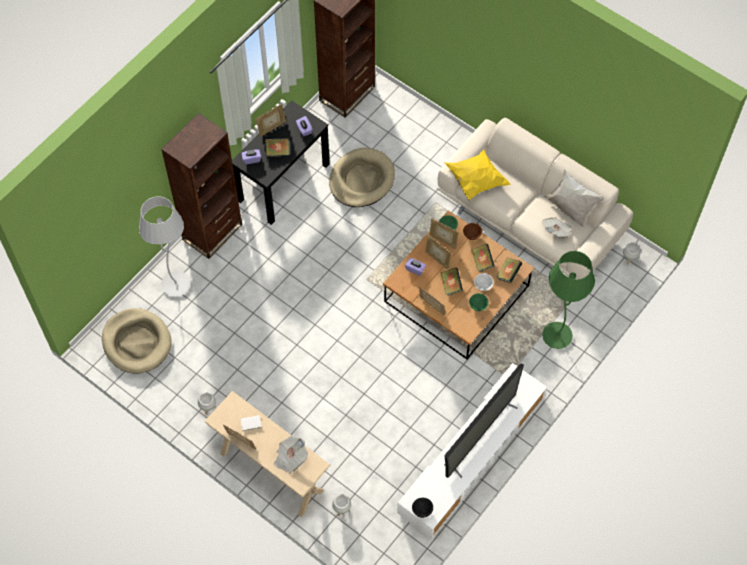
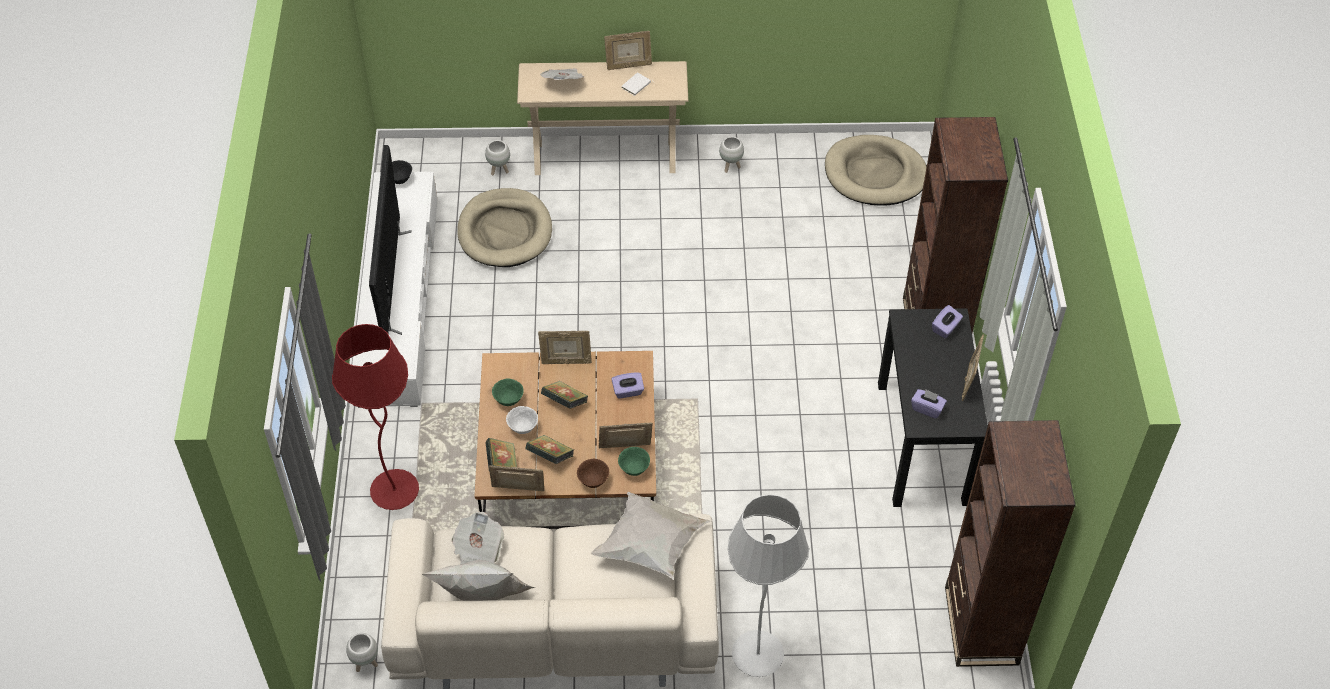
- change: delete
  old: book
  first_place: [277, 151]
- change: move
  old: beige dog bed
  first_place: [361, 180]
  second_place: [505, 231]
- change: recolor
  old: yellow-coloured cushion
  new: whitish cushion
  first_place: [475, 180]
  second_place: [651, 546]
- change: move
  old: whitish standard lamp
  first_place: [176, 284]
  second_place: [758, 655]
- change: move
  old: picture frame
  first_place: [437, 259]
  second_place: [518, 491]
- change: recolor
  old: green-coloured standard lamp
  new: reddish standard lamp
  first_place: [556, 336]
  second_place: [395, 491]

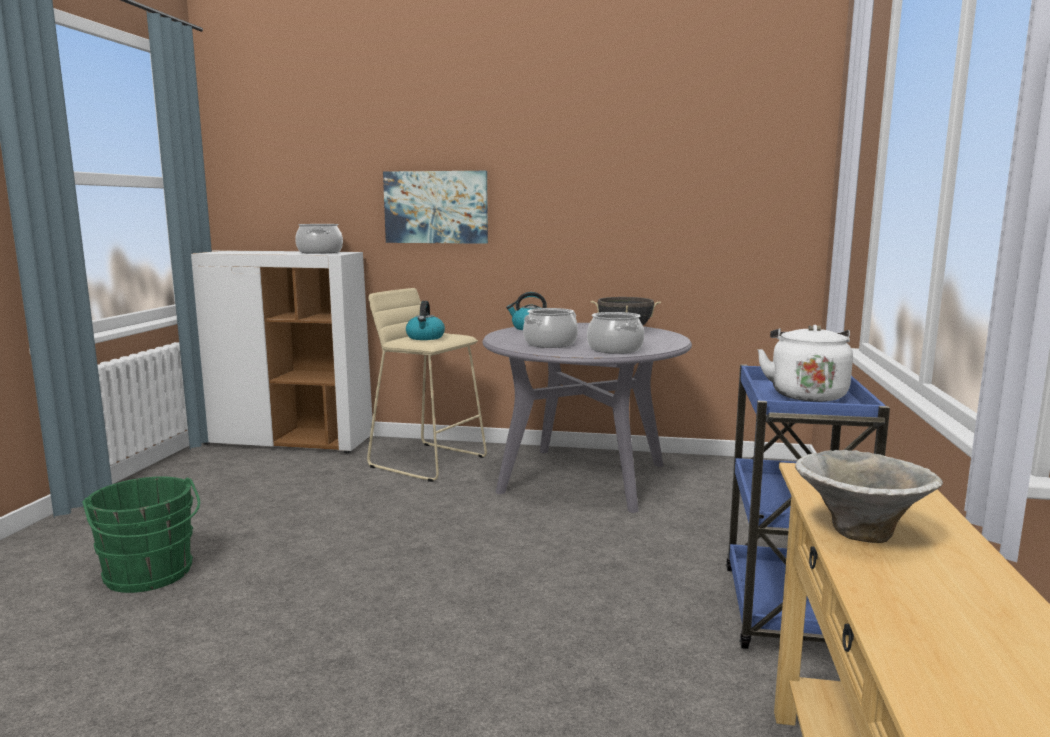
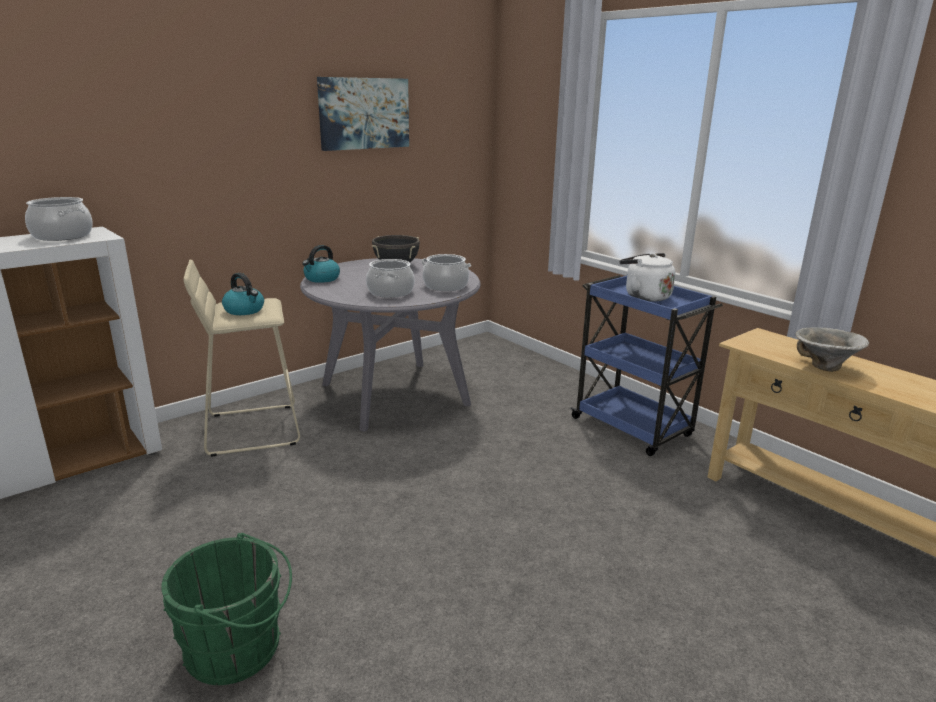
- change: move
  old: wall art
  first_place: [436, 207]
  second_place: [364, 113]

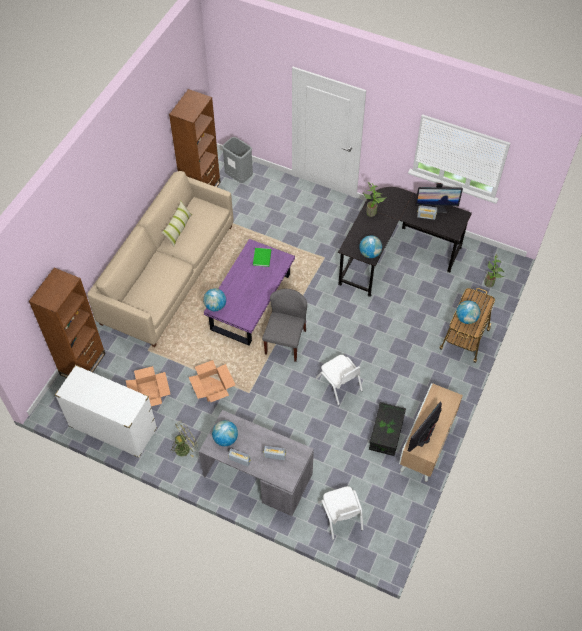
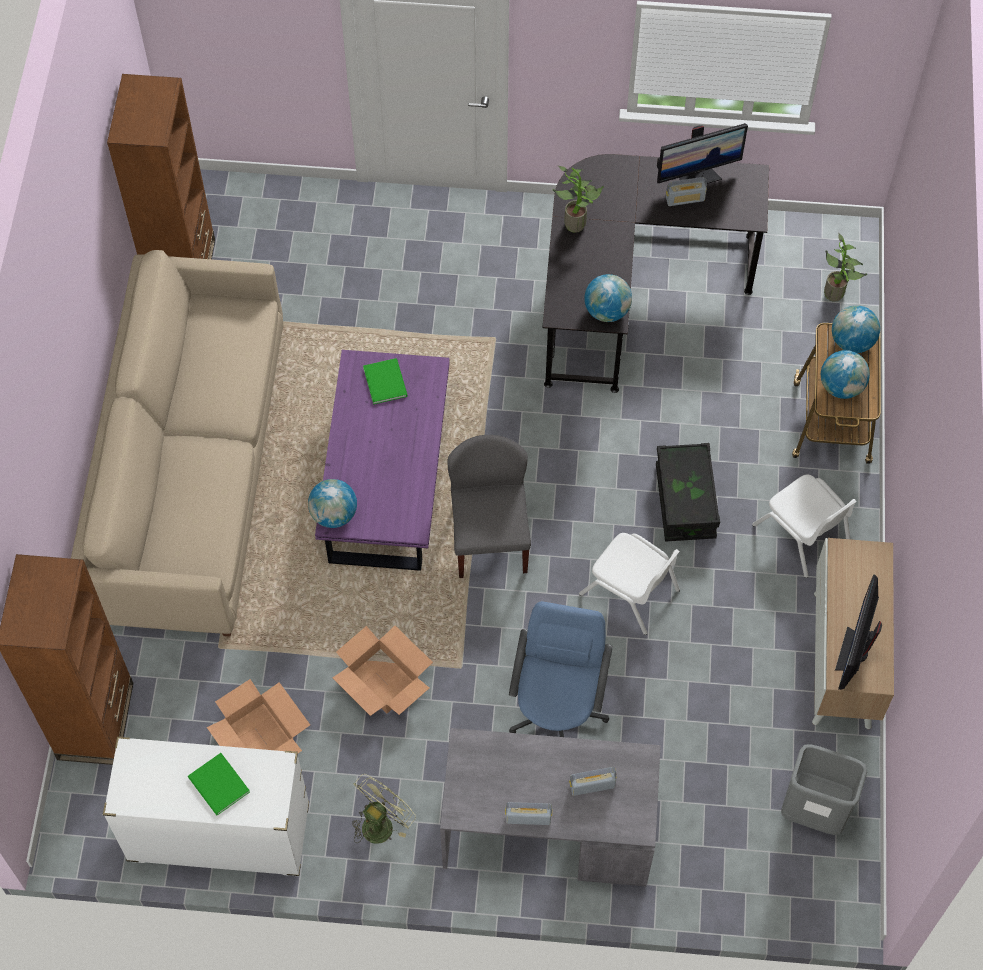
- change: move
  old: gray waste bin
  first_place: [239, 177]
  second_place: [813, 812]
- change: delete
  old: cushion
  first_place: [178, 229]
- change: move
  old: black-coloured storage box
  first_place: [386, 433]
  second_place: [685, 502]
- change: move
  old: globe
  first_place: [225, 438]
  second_place: [852, 342]
- change: move
  old: whitish upright chair
  first_place: [340, 516]
  second_place: [802, 535]
- change: insert
  new: bluish desk chair
  second_place: [558, 710]
- change: insert
  new: green-coloured book
  second_place: [218, 787]

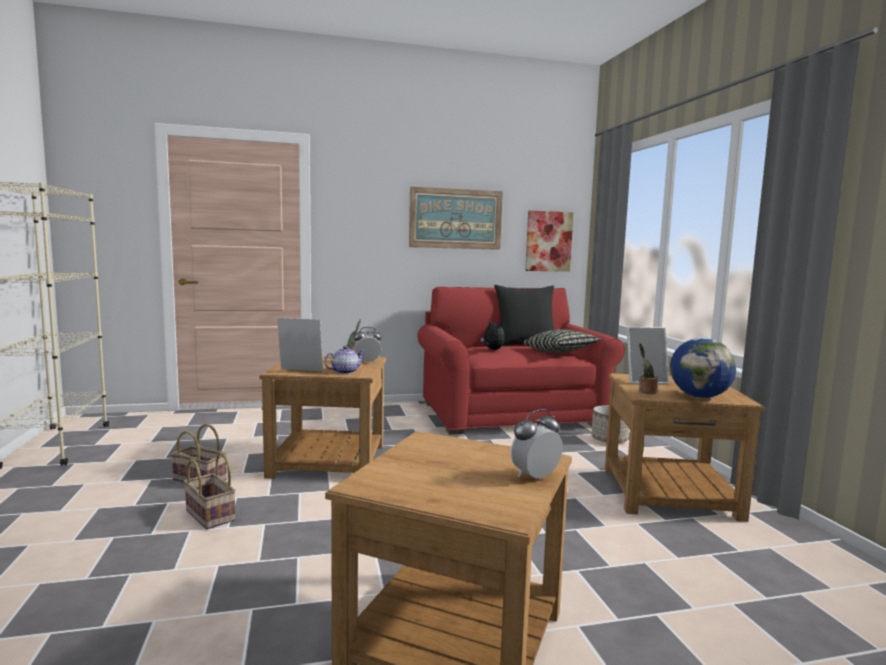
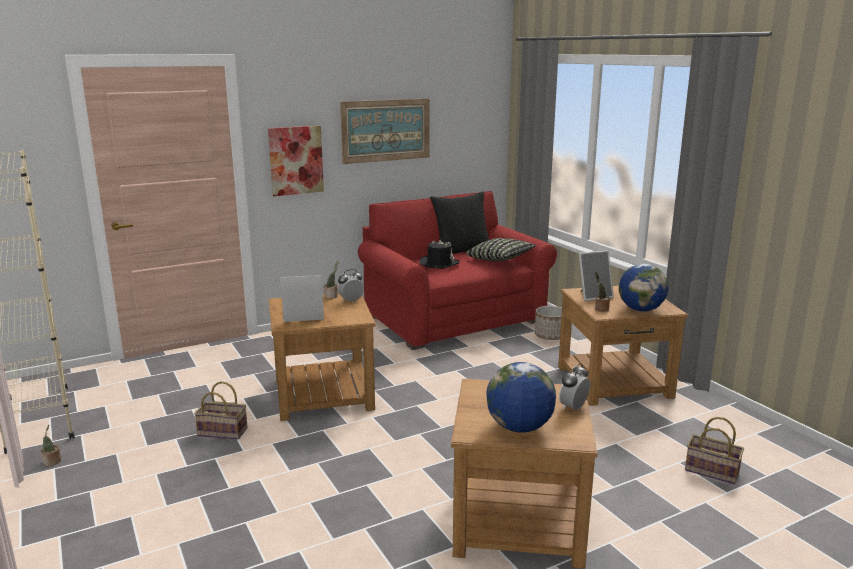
- change: move
  old: wall art
  first_place: [548, 241]
  second_place: [296, 160]
- change: replace
  old: soft toy
  new: black-coloured wearable hat
  first_place: [492, 350]
  second_place: [439, 264]
- change: delete
  old: pot for tea
  first_place: [344, 372]
- change: move
  old: storage basket
  first_place: [208, 515]
  second_place: [710, 471]
- change: insert
  new: globe
  second_place: [519, 428]
- change: insert
  new: houseplant
  second_place: [52, 462]

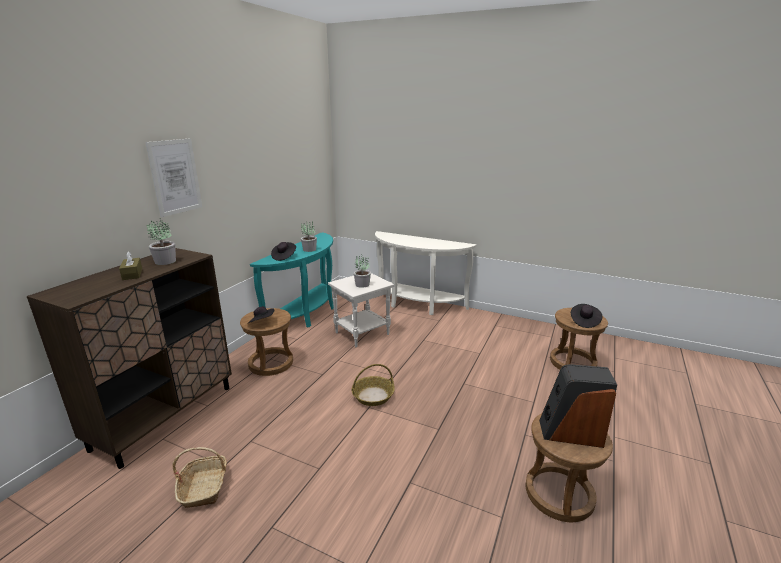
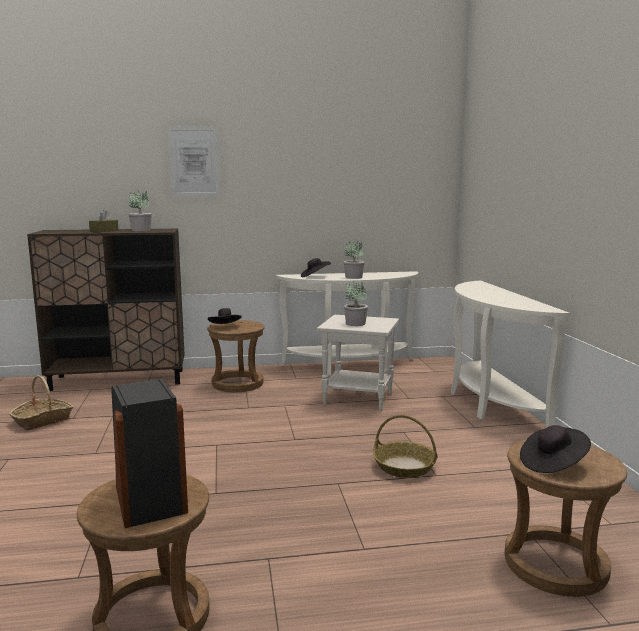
- change: recolor
  old: turquoise-coloured console table
  new: whitish console table
  first_place: [307, 314]
  second_place: [351, 367]
- change: move
  old: storage basket
  first_place: [373, 395]
  second_place: [404, 467]

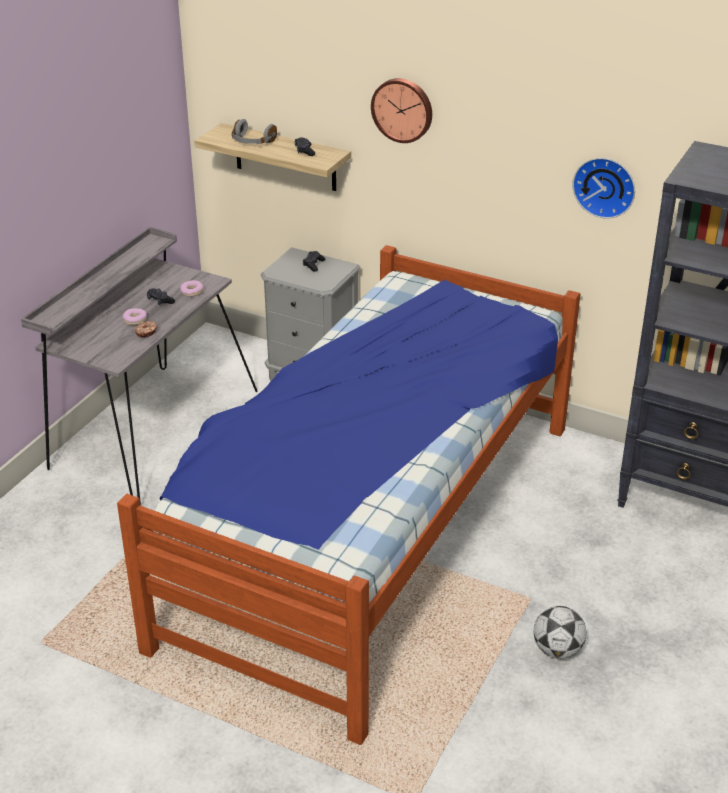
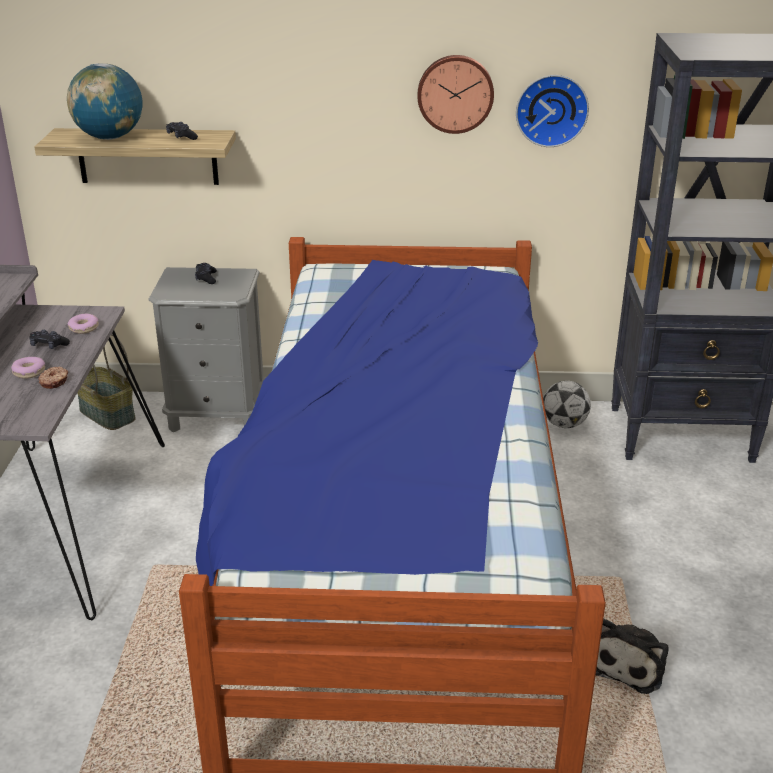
- change: move
  old: wall clock
  first_place: [403, 109]
  second_place: [455, 93]
- change: replace
  old: gray headset
  new: globe
  first_place: [252, 142]
  second_place: [110, 138]
- change: move
  old: football
  first_place: [557, 650]
  second_place: [564, 424]
- change: insert
  new: storage basket
  second_place: [106, 414]
- change: insert
  new: soft toy
  second_place: [629, 664]

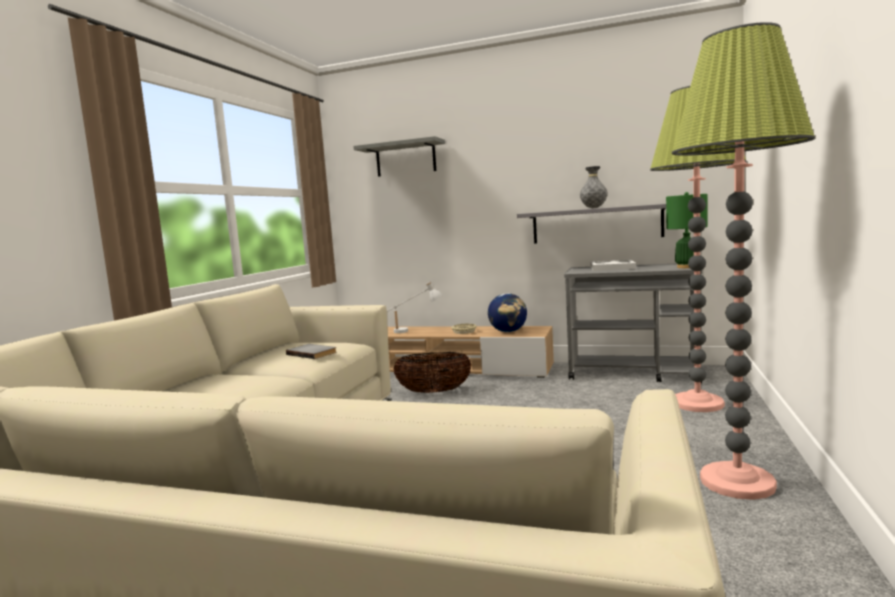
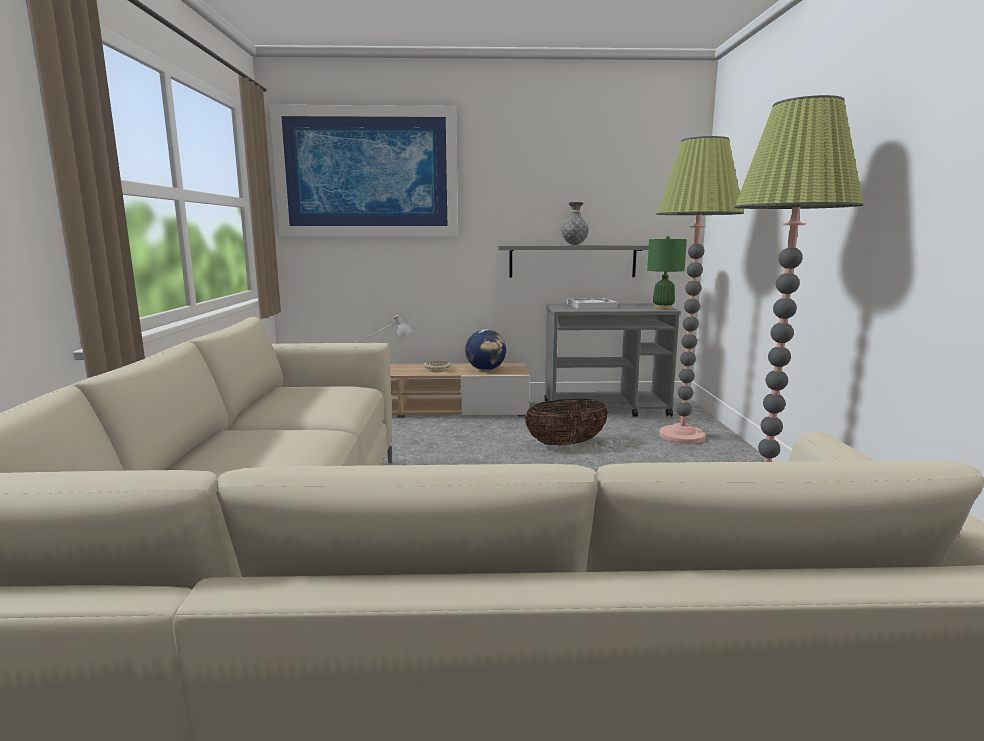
- change: replace
  old: gray wall shelf
  new: wall art
  first_place: [405, 159]
  second_place: [367, 172]
- change: delete
  old: gray book
  first_place: [313, 353]
- change: move
  old: storage basket
  first_place: [434, 392]
  second_place: [566, 444]

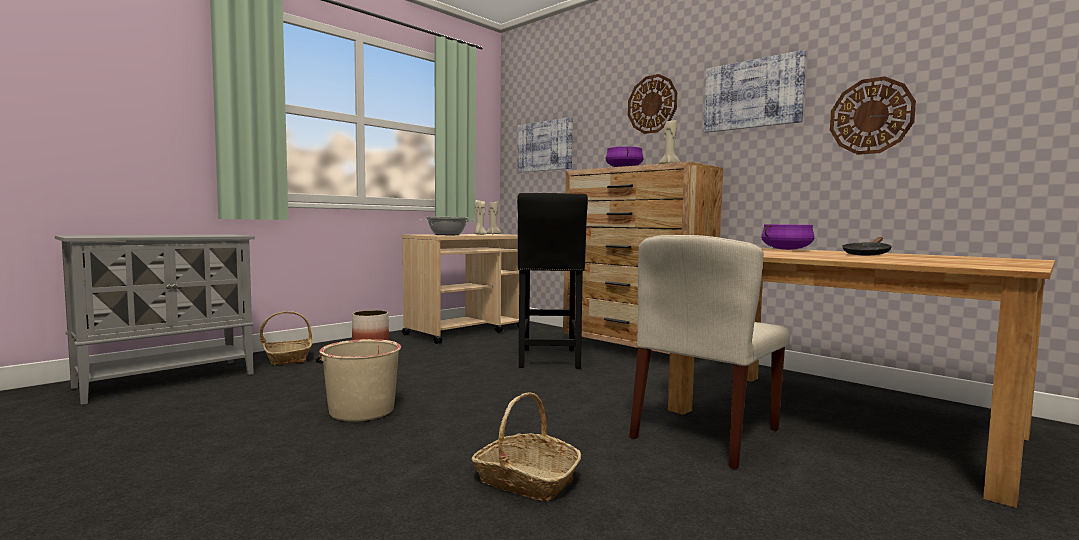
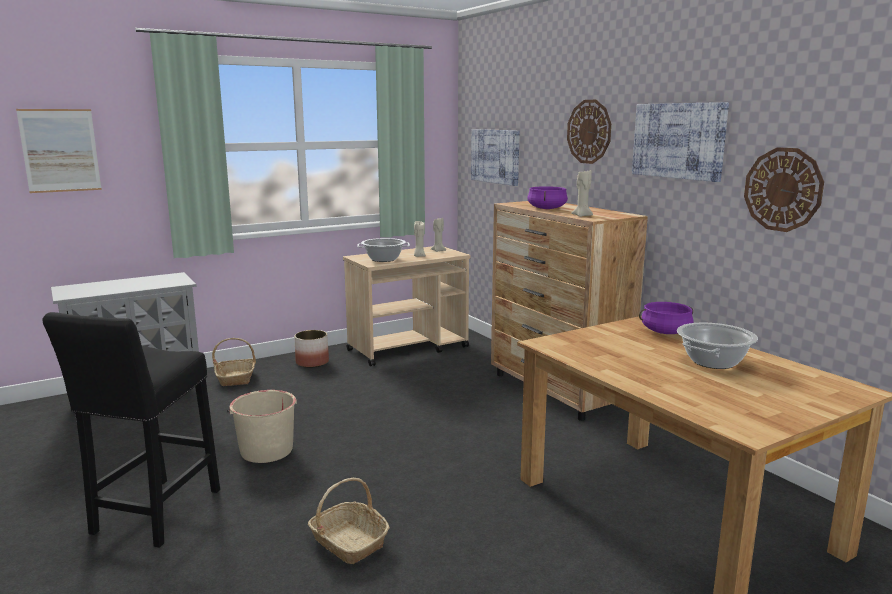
- change: move
  old: black-coloured sitting stool
  first_place: [549, 359]
  second_place: [153, 515]
- change: delete
  old: beige upright chair
  first_place: [706, 434]
- change: replace
  old: black-coloured frying pan
  new: saucepot
  first_place: [867, 254]
  second_place: [713, 361]
- change: insert
  new: wall art
  second_place: [60, 150]

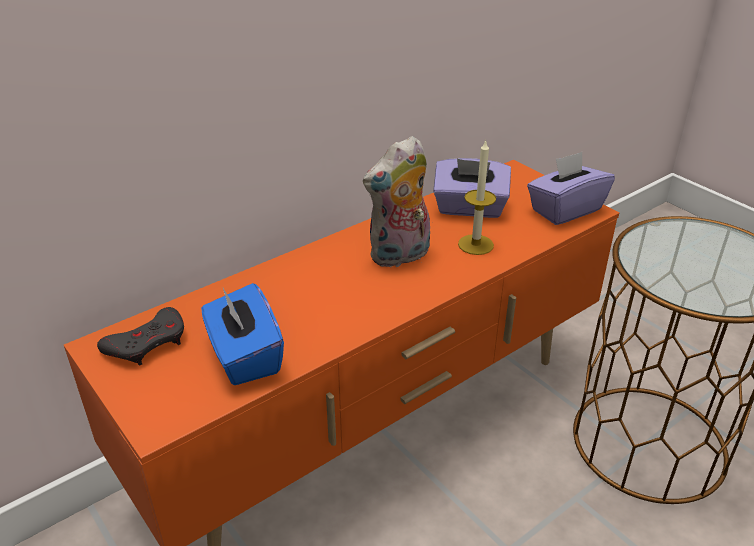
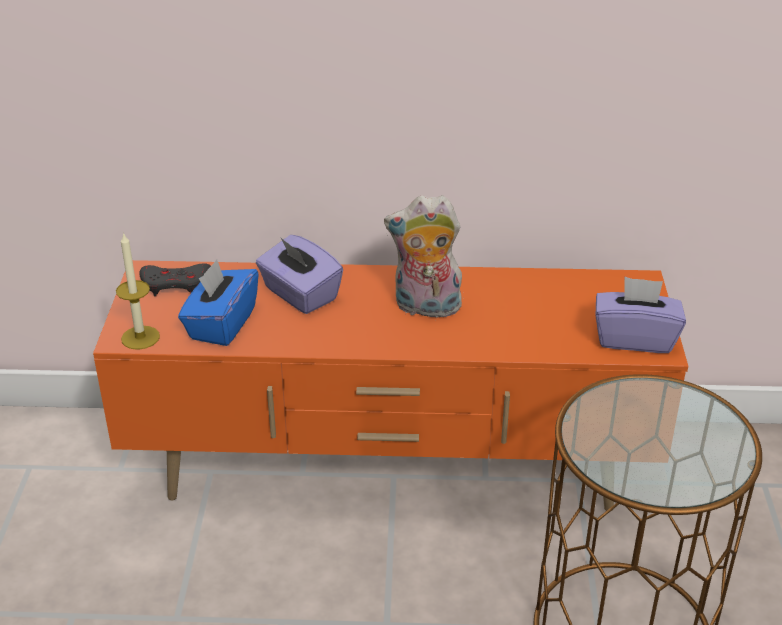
- change: move
  old: candle
  first_place: [475, 244]
  second_place: [140, 337]
- change: move
  old: purple-coloured tissue box
  first_place: [469, 208]
  second_place: [300, 294]

